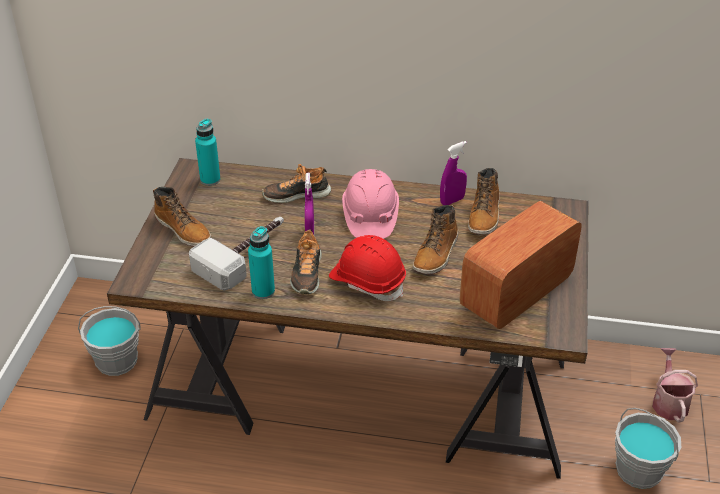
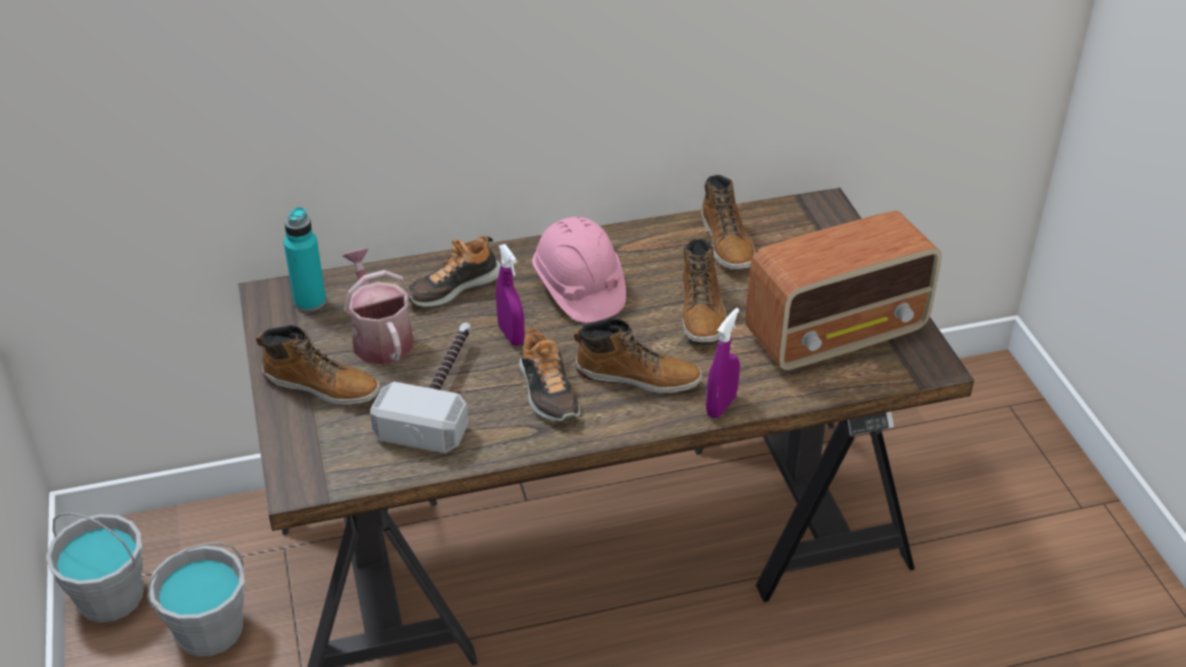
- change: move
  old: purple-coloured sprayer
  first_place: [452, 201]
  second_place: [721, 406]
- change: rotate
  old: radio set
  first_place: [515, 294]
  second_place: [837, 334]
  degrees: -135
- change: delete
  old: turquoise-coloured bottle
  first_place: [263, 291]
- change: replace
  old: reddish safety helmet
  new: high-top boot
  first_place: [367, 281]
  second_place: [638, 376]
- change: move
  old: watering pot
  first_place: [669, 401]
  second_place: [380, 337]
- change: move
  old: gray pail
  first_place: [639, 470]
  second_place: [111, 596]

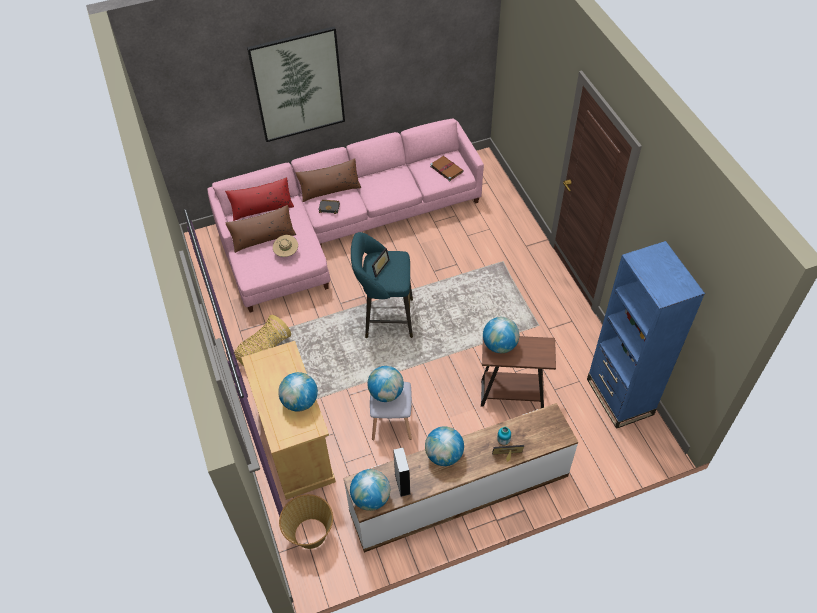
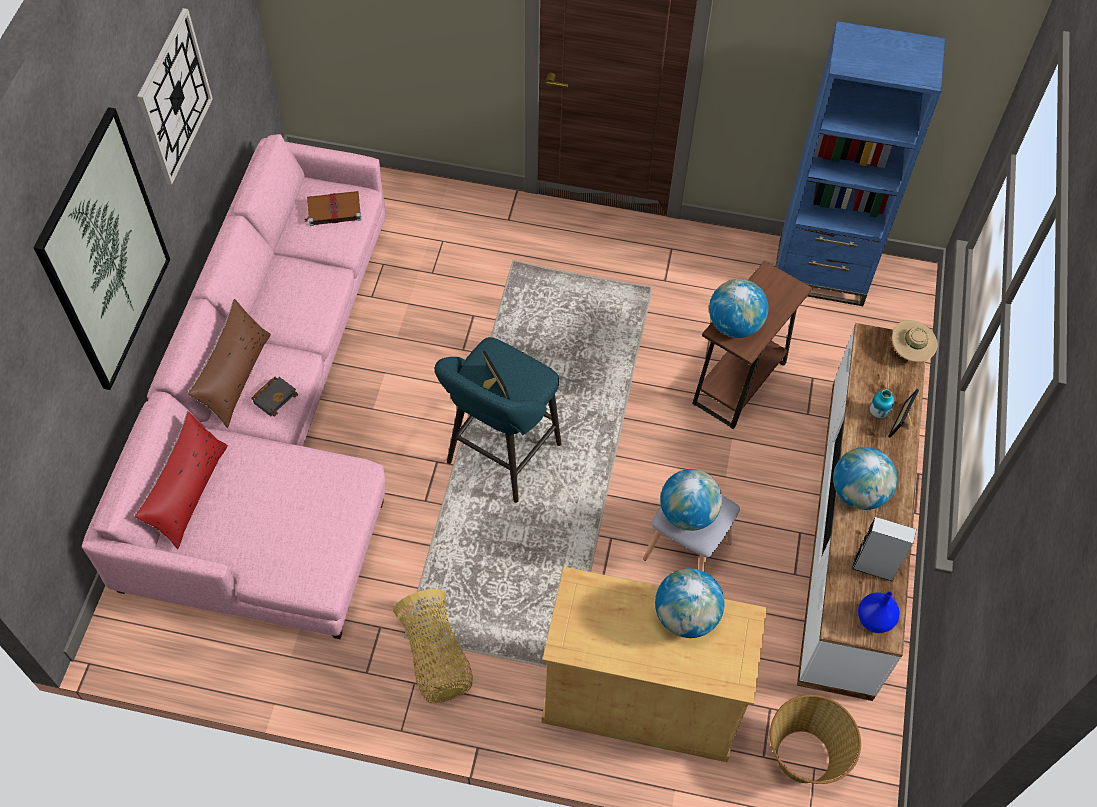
- change: delete
  old: brown cushion
  first_place: [263, 238]
- change: move
  old: beige wearable hat
  first_place: [286, 252]
  second_place: [910, 351]
- change: replace
  old: globe
  new: bluish vase
  first_place: [371, 498]
  second_place: [874, 619]
- change: insert
  new: wall clock
  second_place: [174, 97]

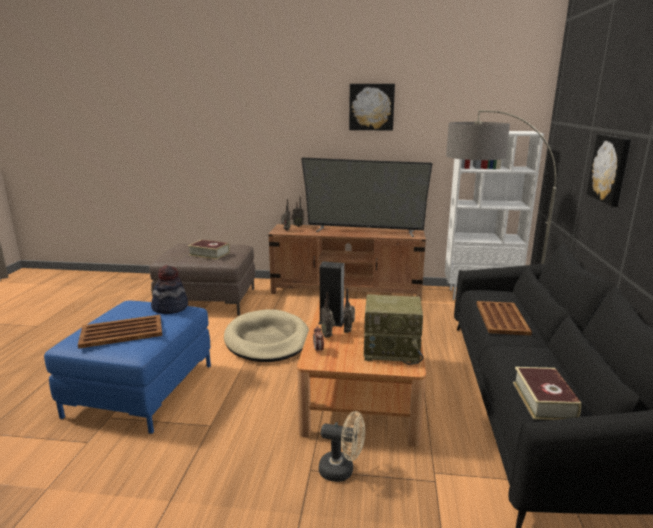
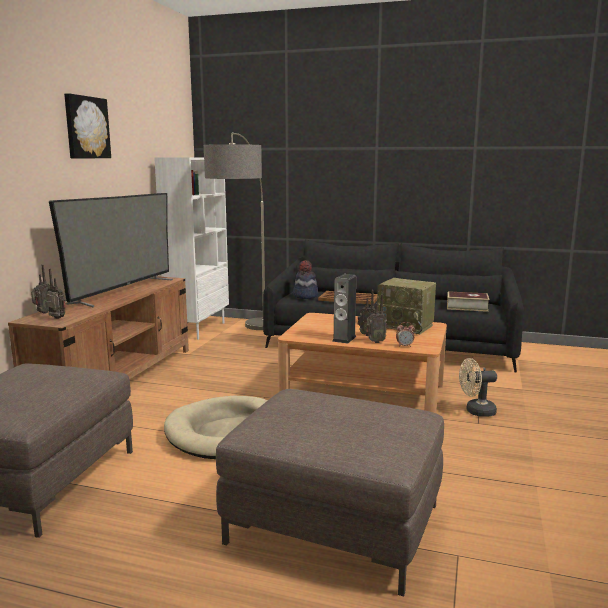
- change: delete
  old: wall art
  first_place: [610, 169]
- change: delete
  old: book
  first_place: [209, 254]
- change: move
  old: wearable hat
  first_place: [170, 307]
  second_place: [305, 296]
- change: rotate
  old: radio set
  first_place: [392, 351]
  second_place: [406, 326]
  degrees: 105
- change: recolor
  old: bluish footrest
  new: brown footrest
  first_place: [142, 390]
  second_place: [335, 523]
- change: delete
  old: brown serving tray
  first_place: [123, 332]
- change: rotate
  old: beige fan
  first_place: [342, 470]
  second_place: [476, 411]
  degrees: -120

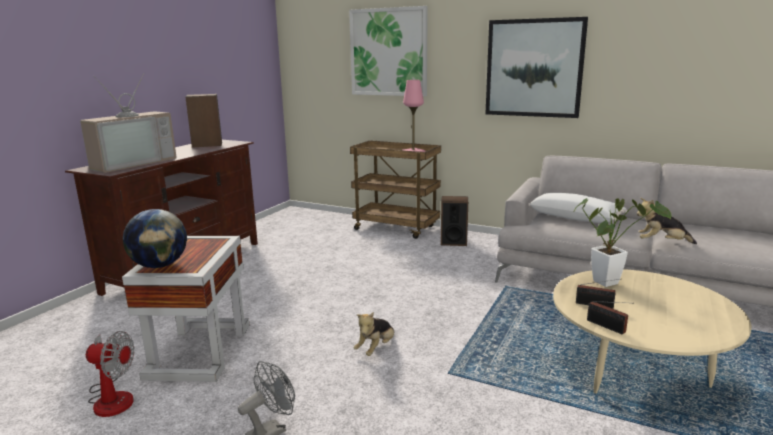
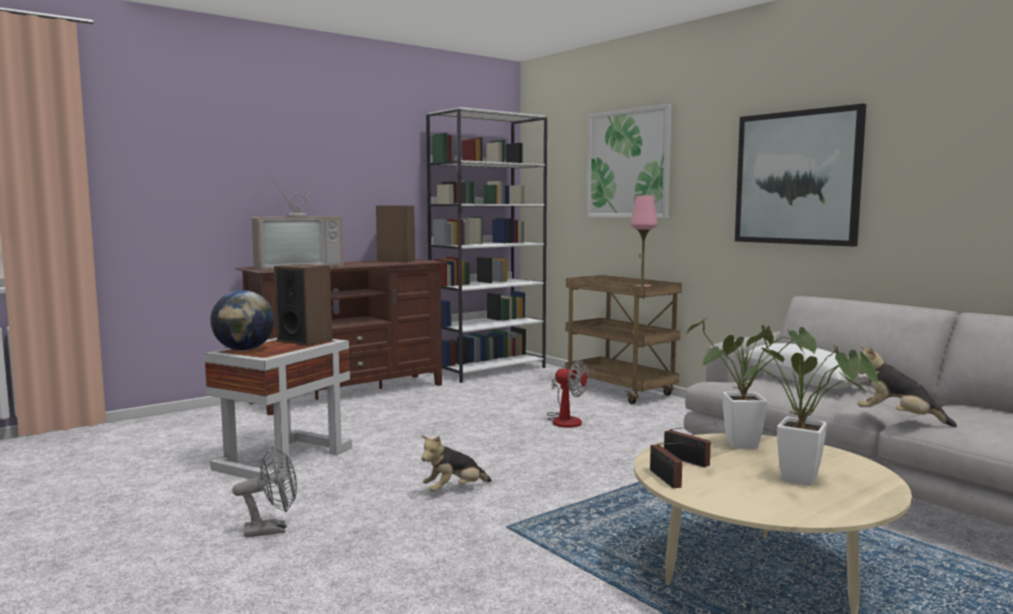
- change: move
  old: loudspeaker
  first_place: [453, 242]
  second_place: [305, 340]
- change: move
  old: fan
  first_place: [112, 397]
  second_place: [565, 420]
- change: insert
  new: whitish bookshelf
  second_place: [488, 370]
- change: insert
  new: houseplant
  second_place: [808, 481]

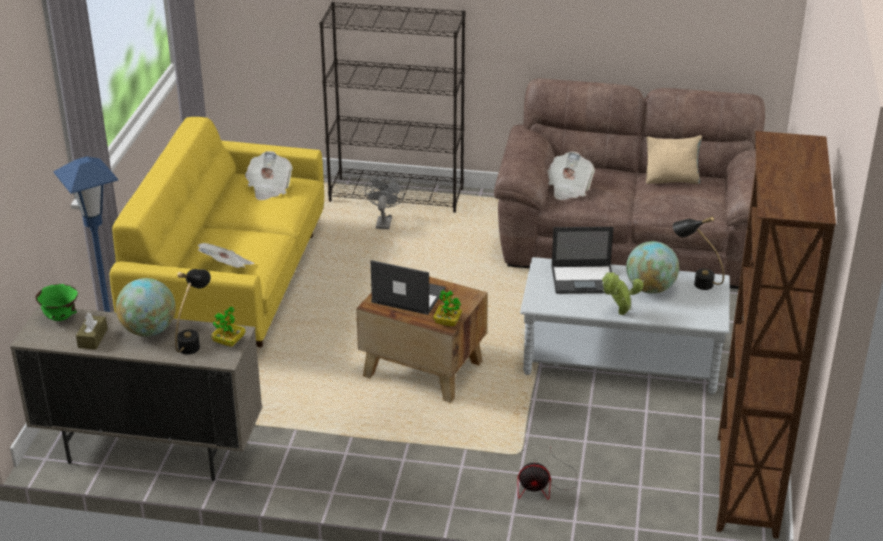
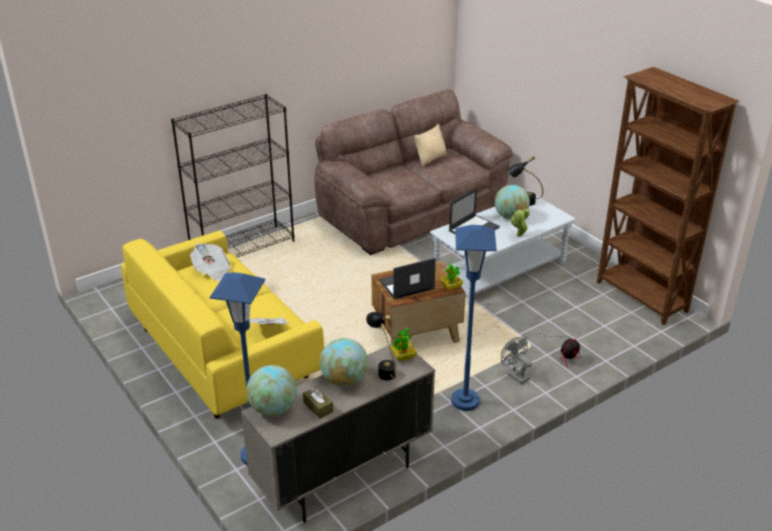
- change: delete
  old: newspaper
  first_place: [568, 188]
- change: move
  old: gray fan
  first_place: [384, 221]
  second_place: [515, 375]
- change: replace
  old: green-coloured bowl
  new: globe
  first_place: [61, 318]
  second_place: [273, 409]
- change: insert
  new: bluish standard lamp
  second_place: [465, 401]

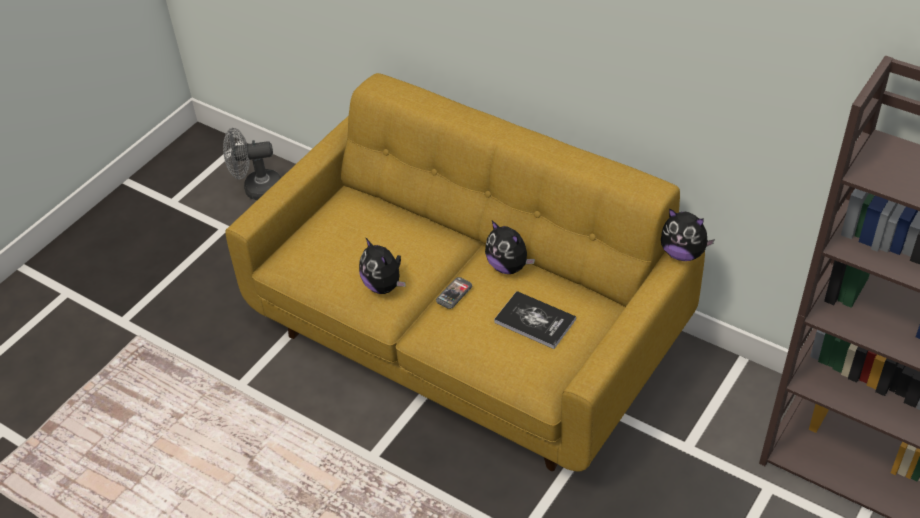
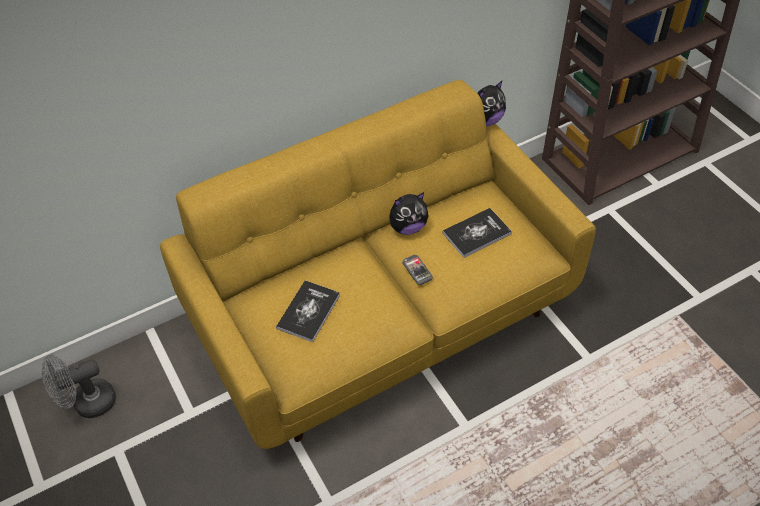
- change: rotate
  old: gray fan
  first_place: [256, 189]
  second_place: [88, 403]
  degrees: 45
- change: delete
  old: soft toy
  first_place: [384, 286]
- change: insert
  new: book
  second_place: [308, 311]

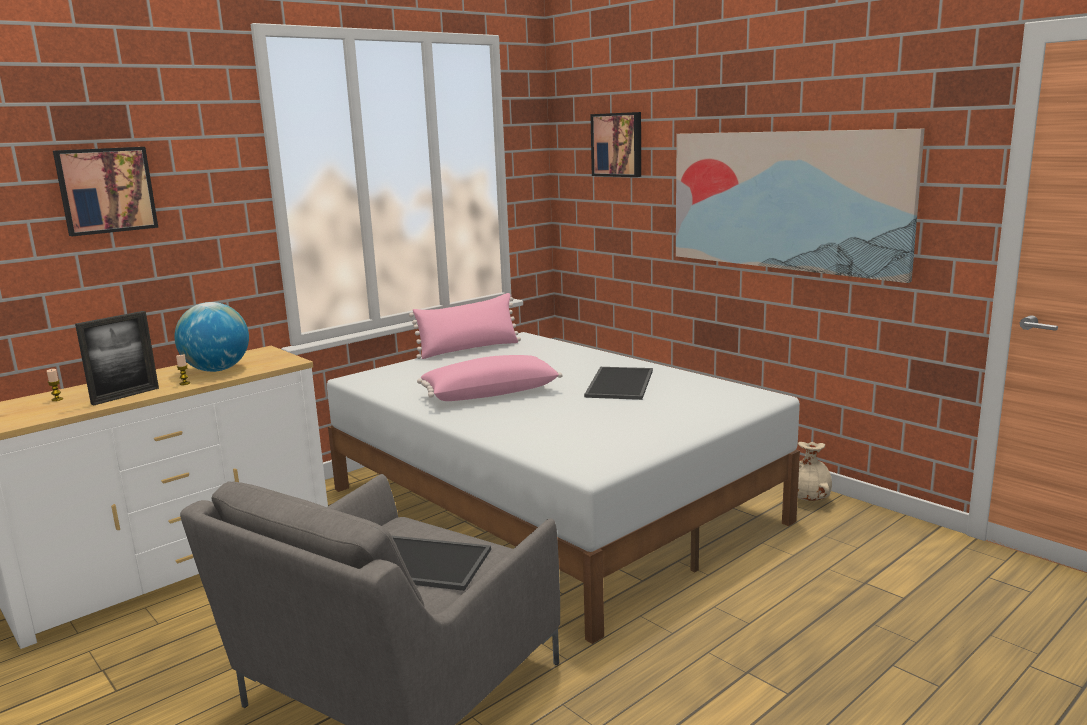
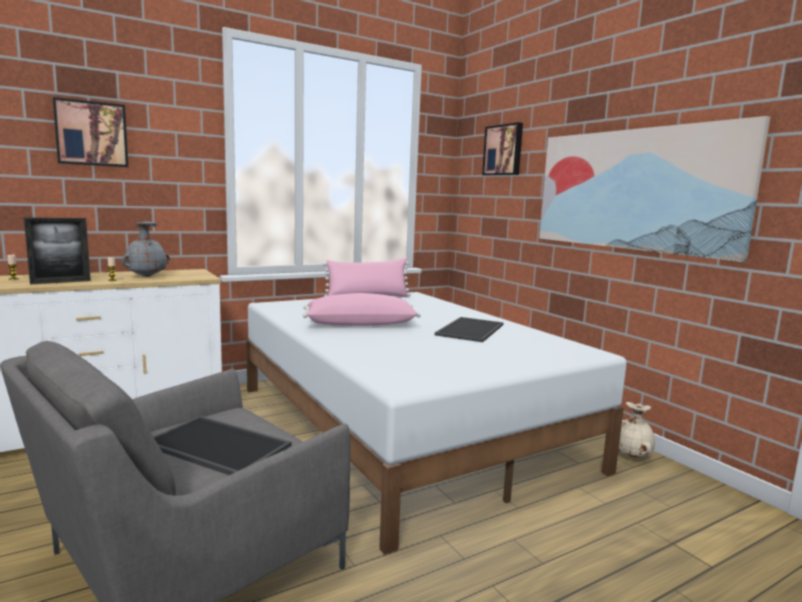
- change: replace
  old: globe
  new: gray vase
  first_place: [217, 370]
  second_place: [146, 276]

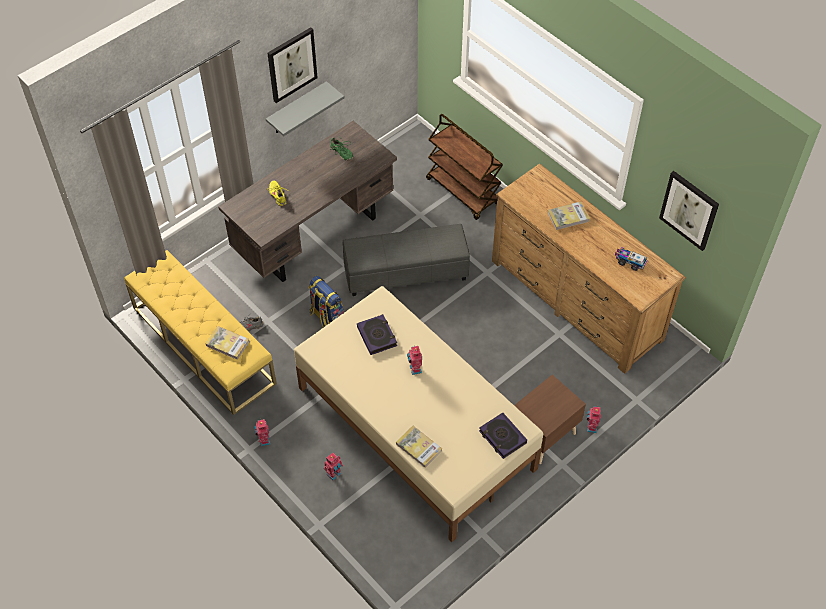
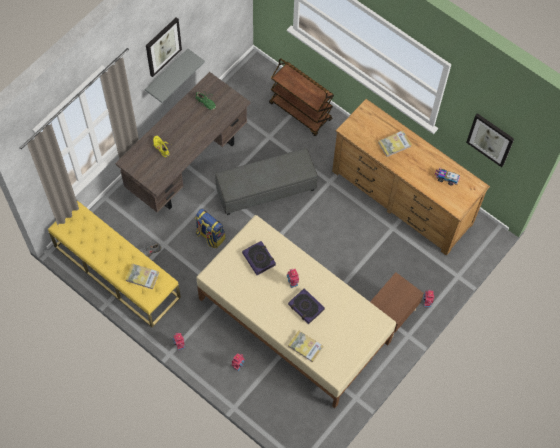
- change: move
  old: book
  first_place: [502, 437]
  second_place: [306, 307]

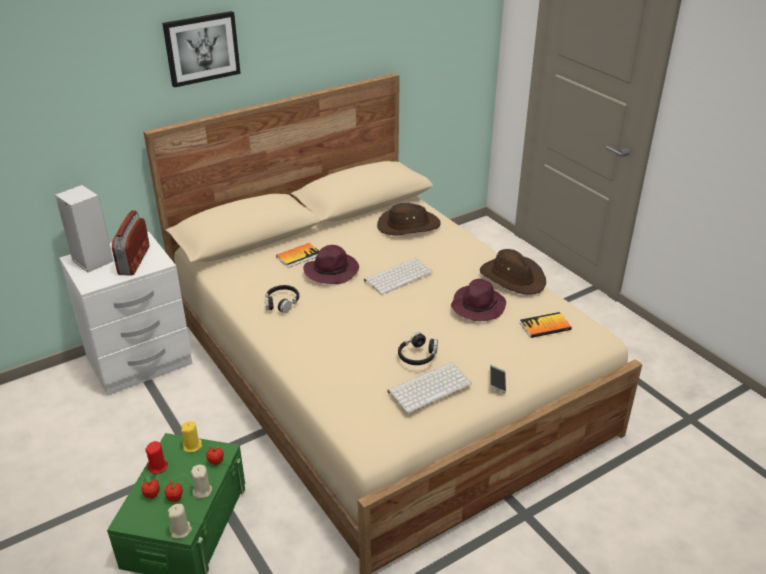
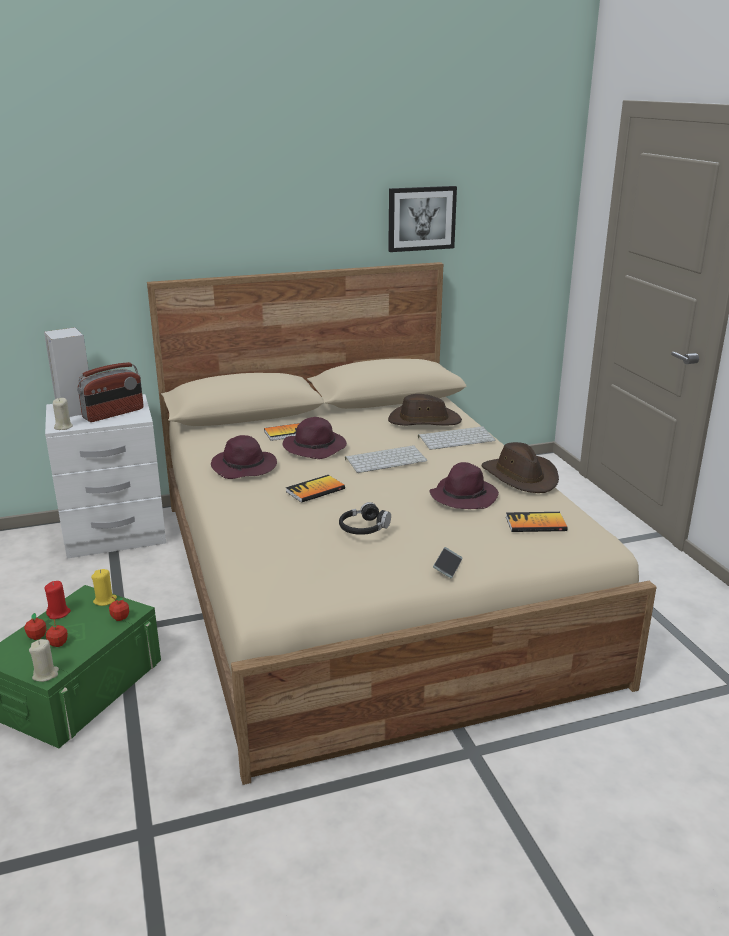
- change: move
  old: wall art
  first_place: [201, 48]
  second_place: [421, 218]
- change: rotate
  old: radio set
  first_place: [133, 261]
  second_place: [114, 414]
  degrees: -150
- change: replace
  old: black-coloured headset
  new: purple-coloured wearable hat
  first_place: [282, 303]
  second_place: [245, 467]
- change: move
  old: keyboard
  first_place: [430, 386]
  second_place: [456, 438]
- change: move
  old: beige candle
  first_place: [202, 491]
  second_place: [63, 427]
- change: insert
  new: book
  second_place: [315, 490]

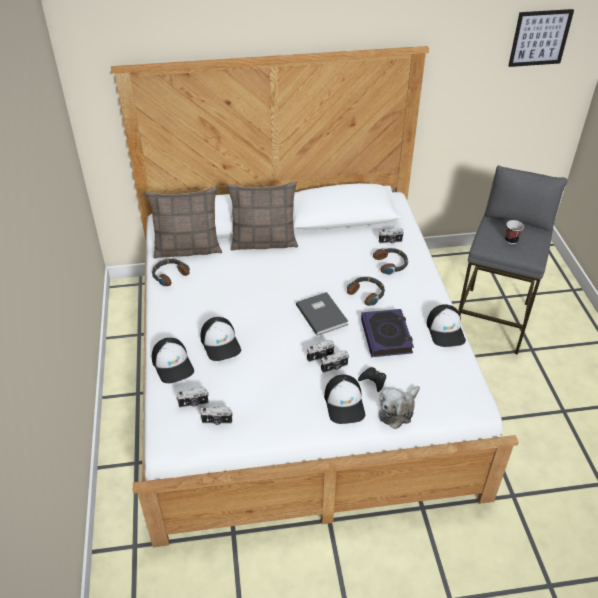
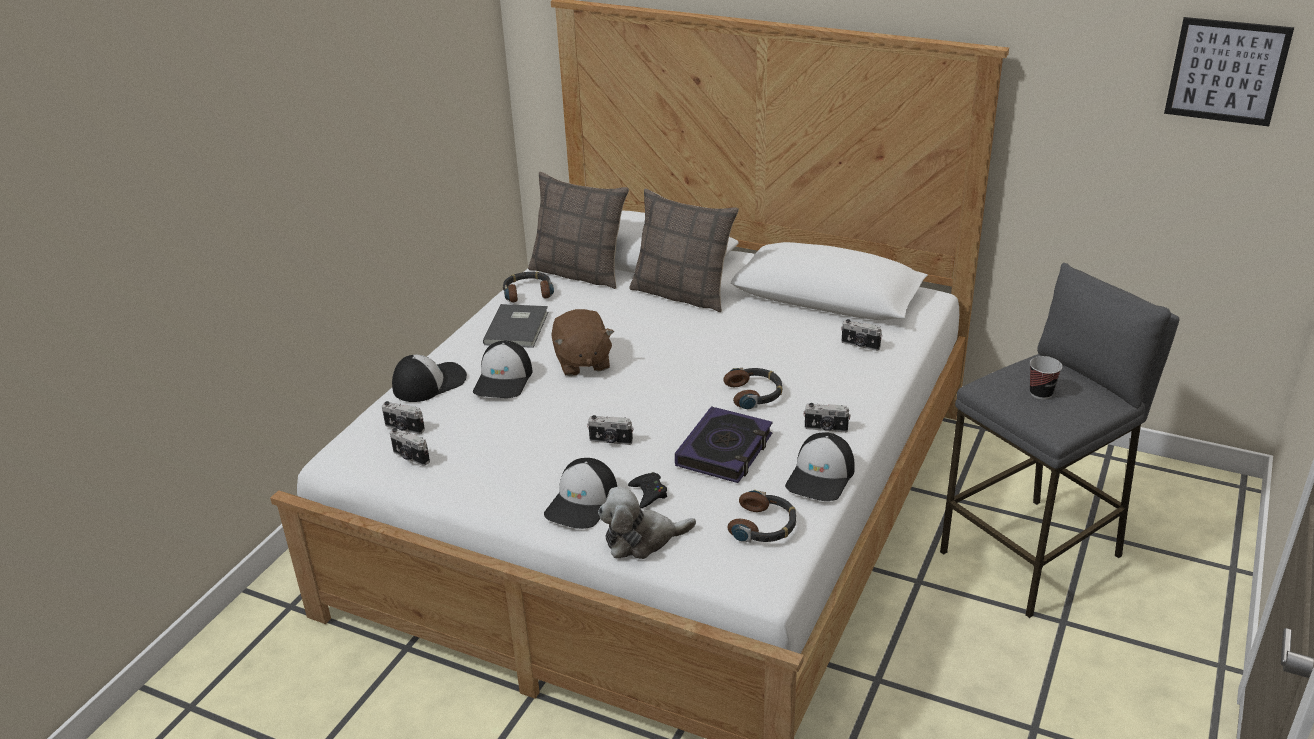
- change: move
  old: headset
  first_place: [391, 264]
  second_place: [764, 526]
- change: move
  old: gray book
  first_place: [322, 314]
  second_place: [518, 327]
- change: rotate
  old: cap
  first_place: [173, 364]
  second_place: [429, 382]
  degrees: -135
- change: move
  old: photo camera
  first_place: [334, 367]
  second_place: [826, 429]
- change: insert
  new: brown soft toy
  second_place: [582, 362]

